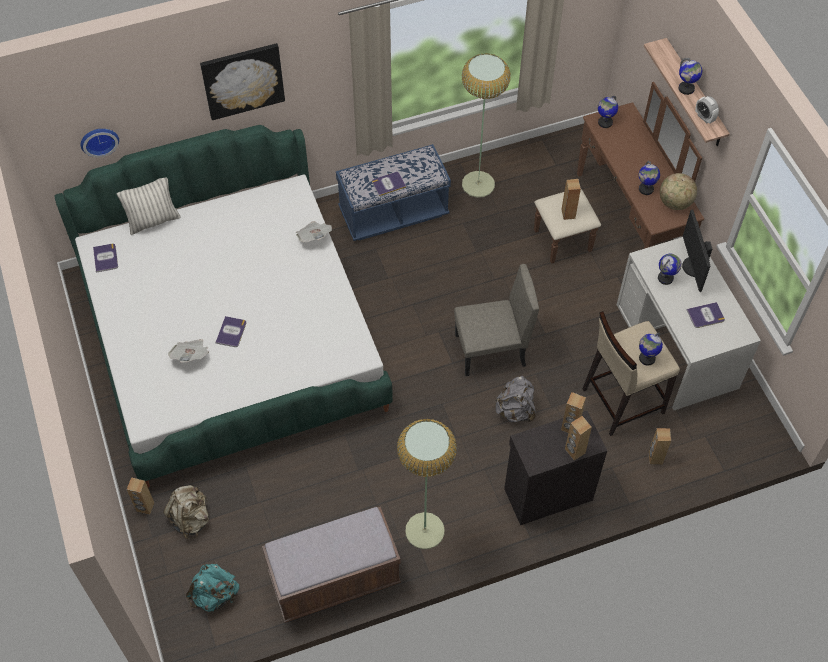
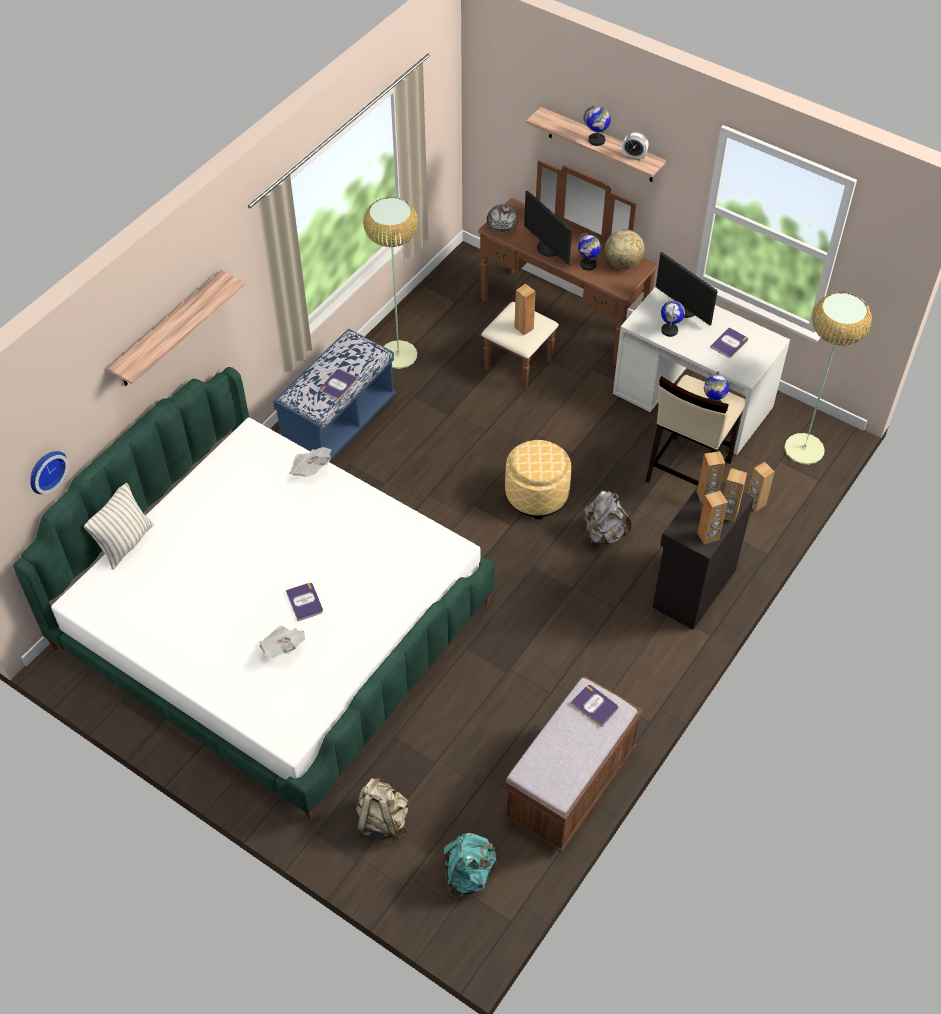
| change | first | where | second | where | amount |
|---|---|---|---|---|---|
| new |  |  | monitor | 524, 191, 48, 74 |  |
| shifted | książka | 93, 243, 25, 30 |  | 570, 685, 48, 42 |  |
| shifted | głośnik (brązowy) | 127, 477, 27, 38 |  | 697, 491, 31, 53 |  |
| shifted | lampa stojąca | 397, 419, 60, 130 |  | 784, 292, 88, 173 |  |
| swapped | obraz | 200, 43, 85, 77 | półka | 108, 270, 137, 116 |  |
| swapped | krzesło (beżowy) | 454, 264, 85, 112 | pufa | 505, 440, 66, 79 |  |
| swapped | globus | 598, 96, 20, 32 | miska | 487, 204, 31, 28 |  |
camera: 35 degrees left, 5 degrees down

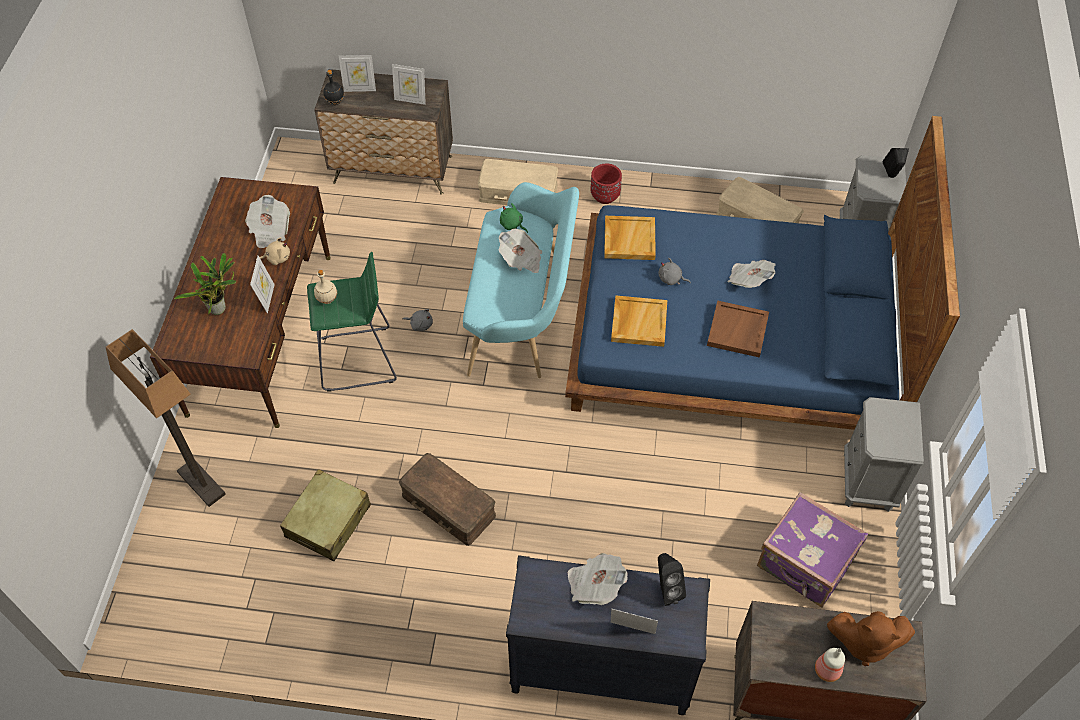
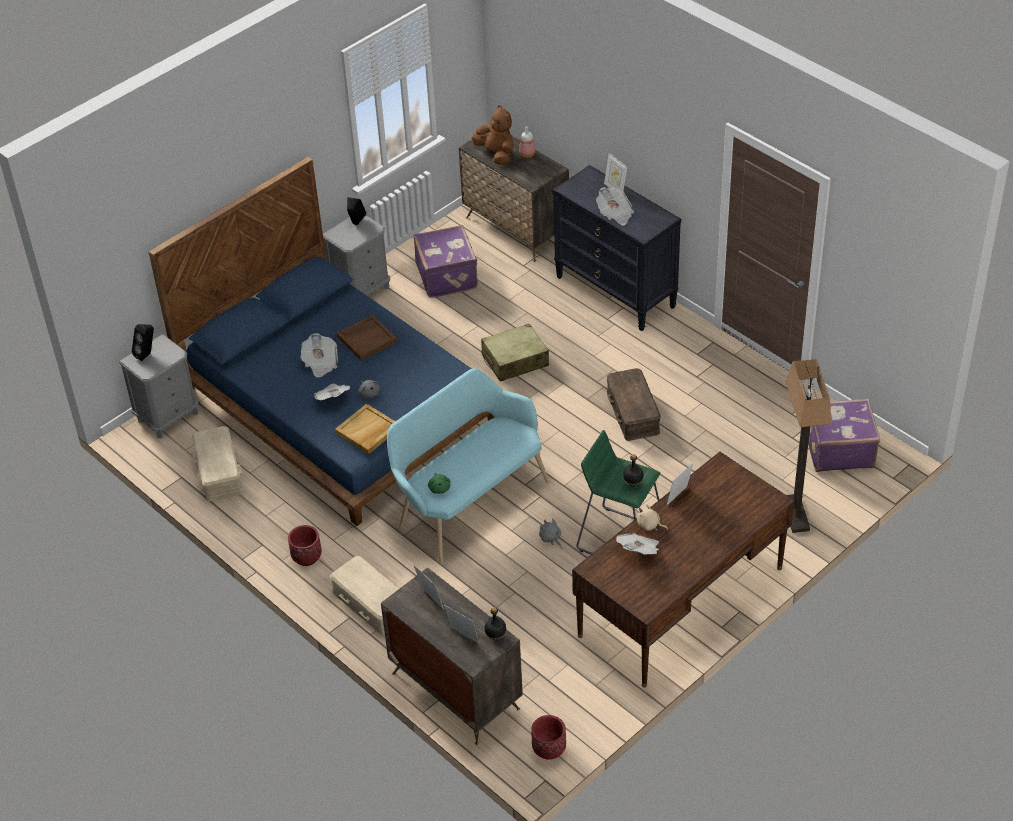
| change | first | where | second | where | amount |
|---|---|---|---|---|---|
| gone | roślina doniczkowa | 174, 253, 62, 62 |  |  |  |
| gone | taca (beżowy) | 611, 295, 56, 52 |  |  |  |
| new |  |  | donica (czerwony) | 531, 715, 35, 45 |  |
| new |  |  | walizka (fioletowy) | 808, 398, 72, 74 |  |
| shifted | walizka (beżowy) | 280, 469, 91, 92 |  | 481, 324, 68, 58 |  |
| shifted | gazeta | 499, 229, 43, 44 |  | 314, 383, 36, 17 |  |
| shifted | głośnik (czarny) | 658, 553, 28, 53 |  | 347, 197, 19, 28 |  |
| repainted | butelka (beżowy) | 314, 270, 23, 34 | butelka (czarny) | 623, 454, 21, 33 |  |
camera: 140 degrees left, 10 degrees down

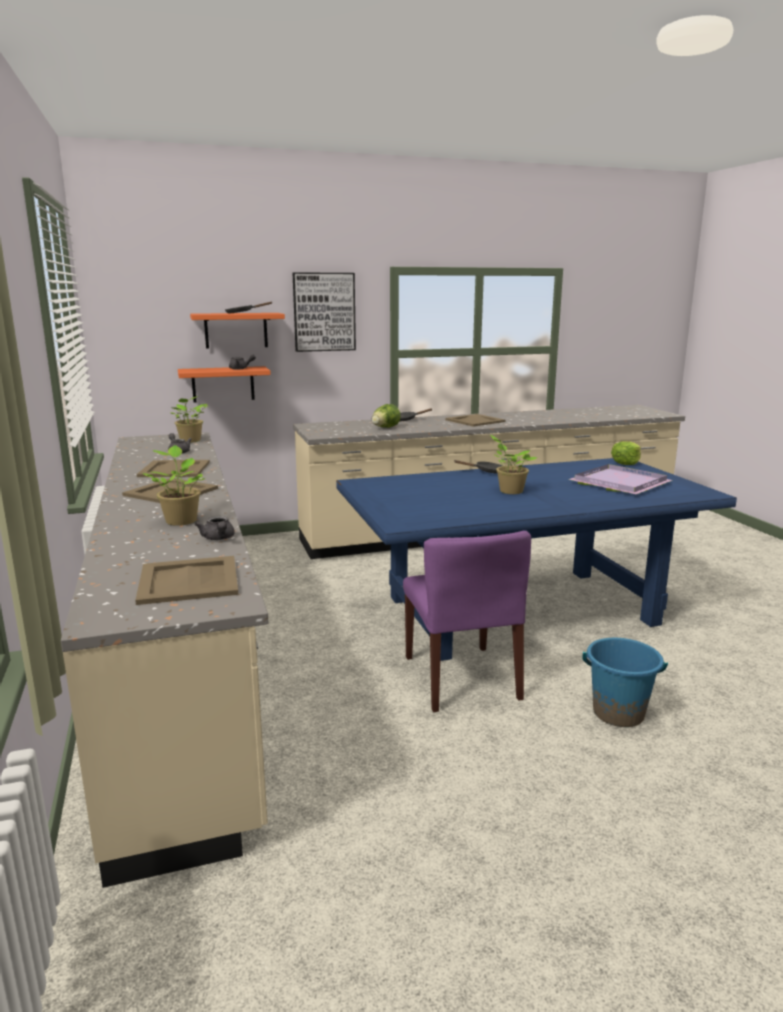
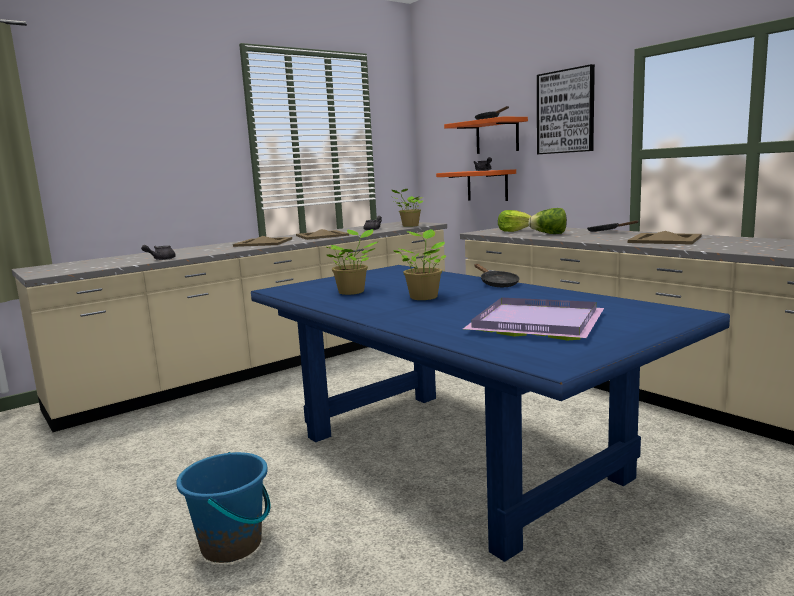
| change | first | where | second | where | amount |
|---|---|---|---|---|---|
| gone | taca (beżowy) | 135, 556, 103, 49 |  |  |  |
| gone | krzesło (fioletowy) | 403, 531, 128, 181 |  |  |  |
| shifted | roślina doniczkowa | 142, 445, 64, 81 |  | 326, 229, 51, 66 |  |
| shifted | sałata | 611, 441, 30, 24 |  | 498, 210, 33, 22 |  |
camera: 70 degrees right, 5 degrees down

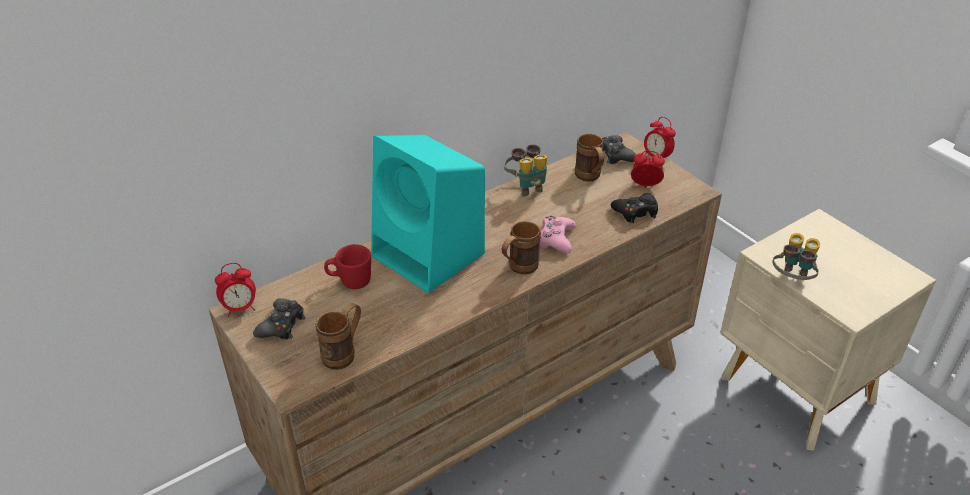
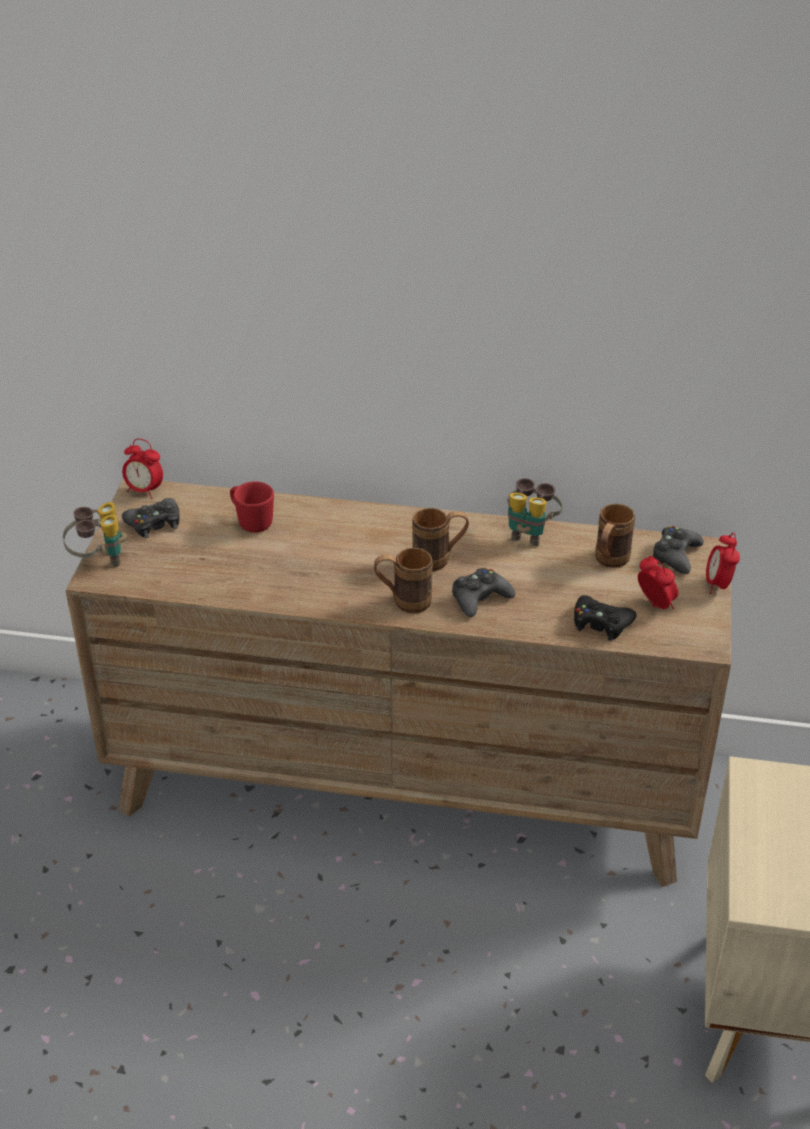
| change | first | where | second | where | amount |
|---|---|---|---|---|---|
| gone | głośnik (turkusowy) | 371, 135, 114, 158 |  |  |  |
| shifted | kubek (brązowy) | 315, 303, 46, 67 |  | 412, 508, 57, 64 |  |
| shifted | lornetka | 772, 233, 48, 47 |  | 63, 502, 65, 65 |  |
| repainted | pad do gier (różowy) | 540, 216, 36, 37 | pad do gier (czarny) | 452, 567, 63, 50 |  |
camera: 45 degrees right, 0 degrees up

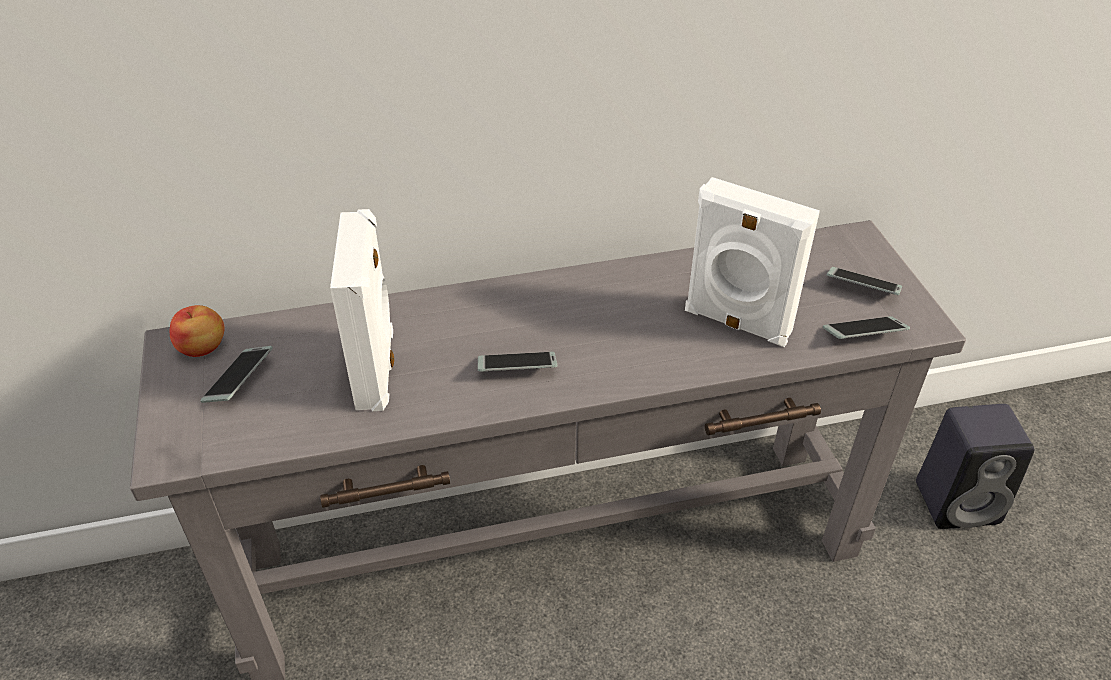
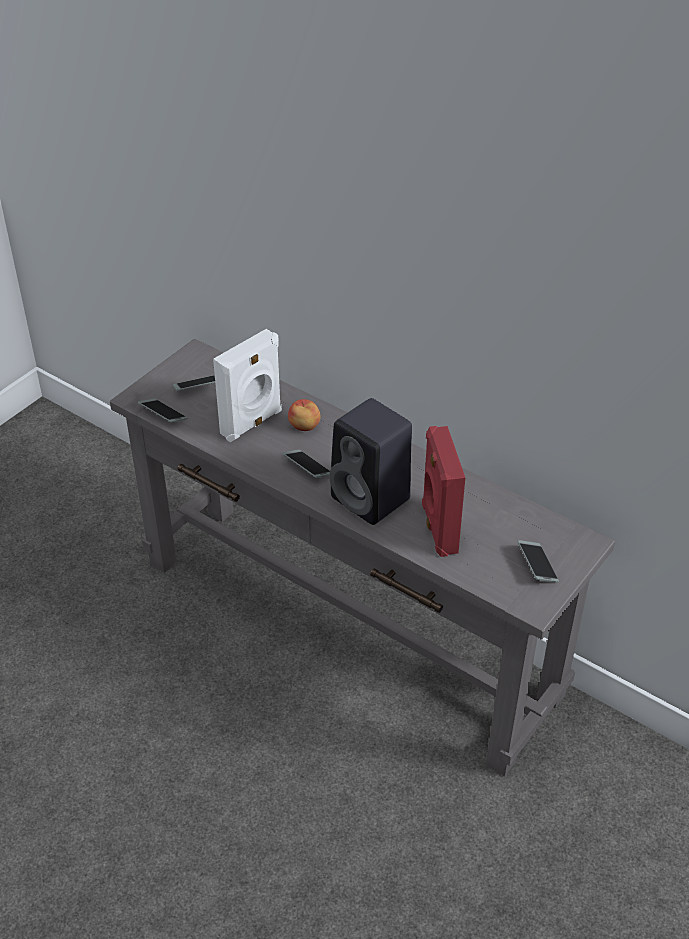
| change | first | where | second | where | amount |
|---|---|---|---|---|---|
| shifted | jabłko | 170, 305, 55, 52 |  | 288, 399, 33, 32 |  |
| shifted | telefon | 823, 316, 87, 23 |  | 138, 399, 49, 23 |  |
| shifted | głośnik (czarny) | 916, 404, 119, 125 |  | 329, 398, 83, 127 |  |
| repainted | głośnik (biały) | 685, 177, 135, 170 | głośnik (czerwony) | 422, 426, 43, 131 |  |
camera: 50 degrees right, 0 degrees up

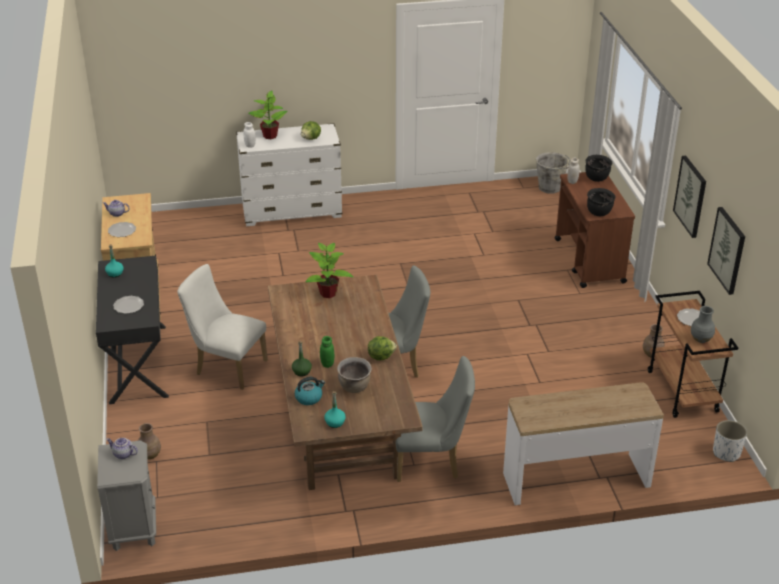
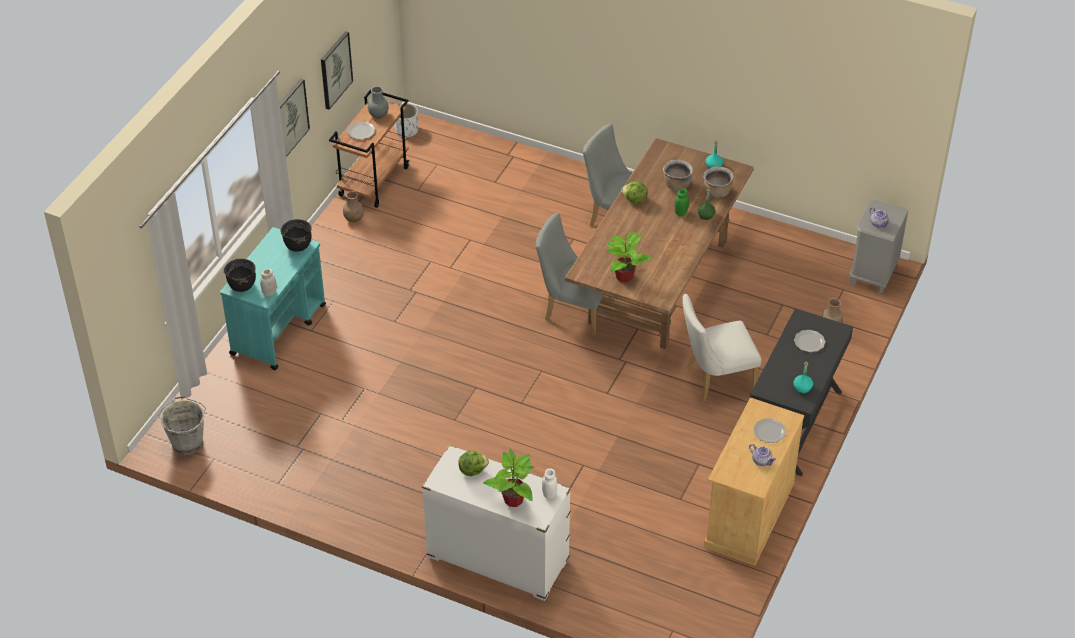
| change | first | where | second | where | amount |
|---|---|---|---|---|---|
| gone | stolik konsolowy | 503, 382, 161, 123 |  |  |  |
| swapped | czajnik | 295, 377, 30, 28 | garnek (brązowy) | 704, 167, 30, 31 |  |
| repainted | wózek (brązowy) | 555, 172, 80, 116 | wózek (turkusowy) | 220, 227, 106, 143 |  |
| rotated | krzesło (biały) | 177, 264, 91, 126 |  | 682, 294, 80, 108 | 105 degrees clockwise |
camera: 145 degrees left, 10 degrees up

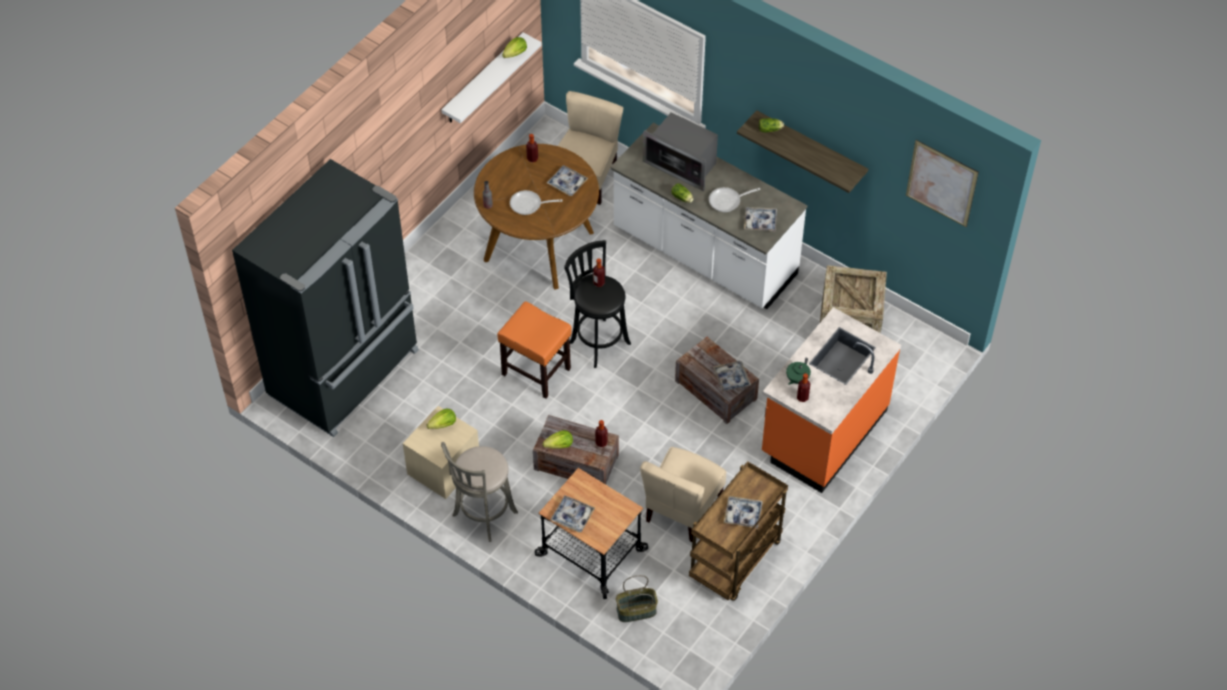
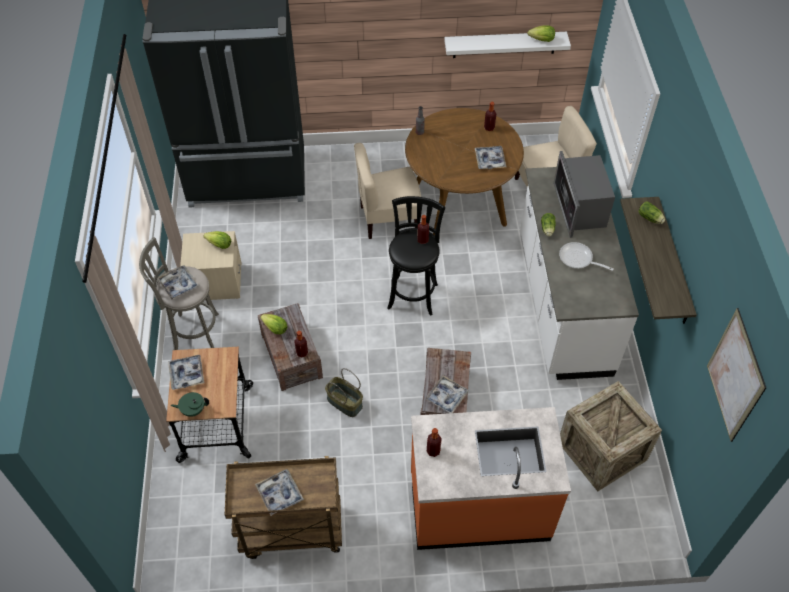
| change | first | where | second | where | amount |
|---|---|---|---|---|---|
| gone | stołek (pomarańczowy) | 497, 301, 75, 98 |  |  |  |
| gone | patelnia | 510, 190, 53, 25 |  |  |  |
| shifted | koszyk | 616, 575, 42, 47 |  | 325, 368, 38, 49 |  |
| shifted | krzesło (beżowy) | 640, 447, 86, 95 |  | 354, 143, 67, 96 |  |
| shifted | taca | 744, 207, 33, 25 |  | 157, 265, 42, 35 |  |
| shifted | imbryk (zielony) | 786, 357, 25, 28 |  | 171, 392, 38, 25 |  |
camera: 50 degrees right, 0 degrees up

